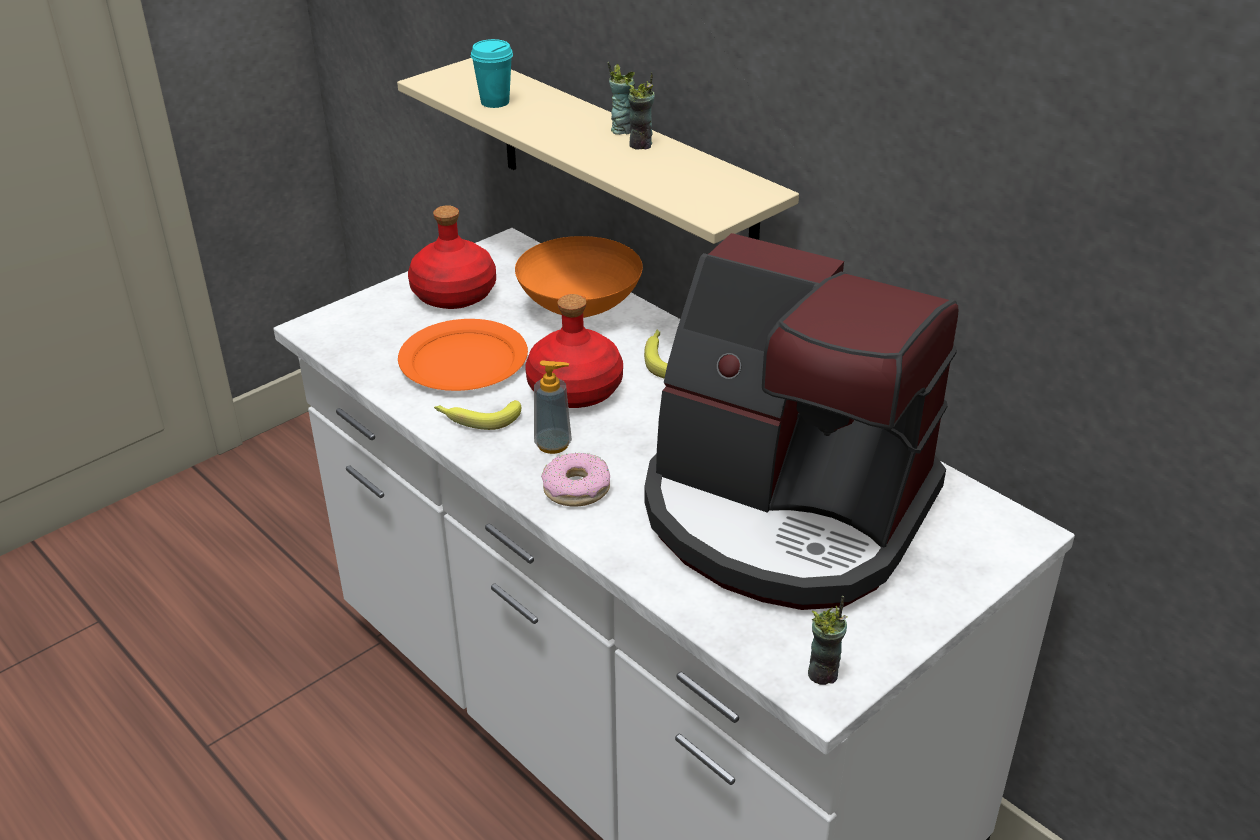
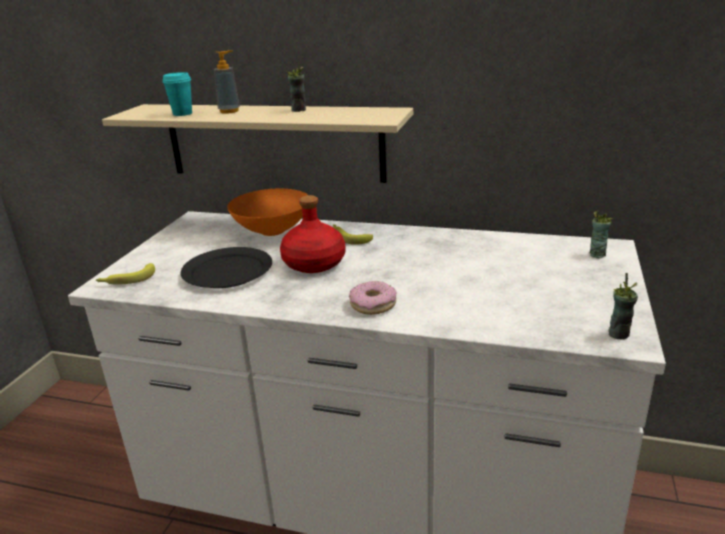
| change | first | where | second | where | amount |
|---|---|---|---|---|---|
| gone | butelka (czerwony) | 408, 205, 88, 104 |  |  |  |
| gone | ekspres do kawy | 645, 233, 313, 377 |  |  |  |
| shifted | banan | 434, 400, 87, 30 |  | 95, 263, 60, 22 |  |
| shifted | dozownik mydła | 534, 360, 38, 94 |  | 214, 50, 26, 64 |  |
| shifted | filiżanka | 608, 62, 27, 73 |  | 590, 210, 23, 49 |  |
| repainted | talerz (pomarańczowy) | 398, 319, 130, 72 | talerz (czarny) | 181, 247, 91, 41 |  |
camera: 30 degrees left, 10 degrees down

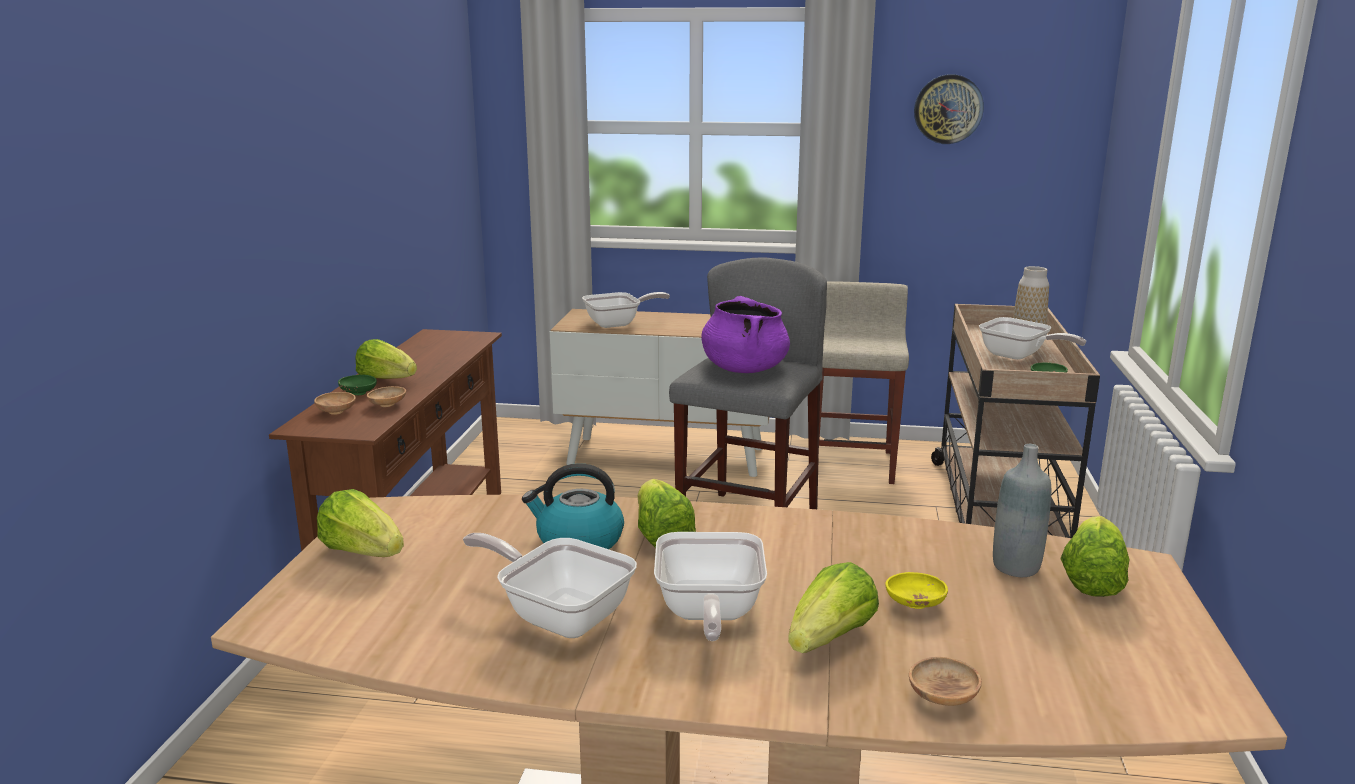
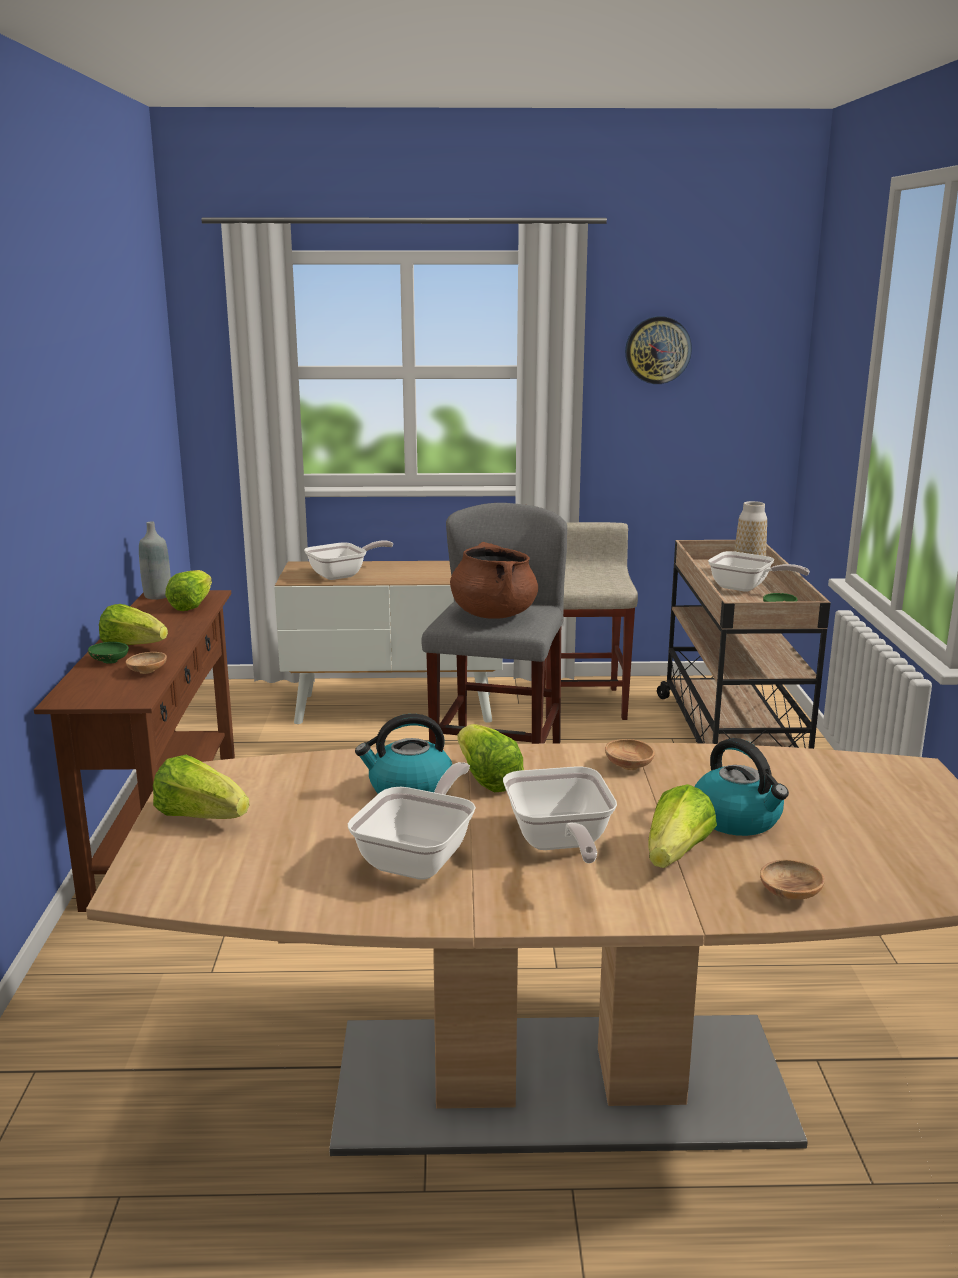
| change | first | where | second | where | amount |
|---|---|---|---|---|---|
| shifted | miska (brązowy) | 314, 392, 42, 23 |  | 605, 739, 50, 31 |  |
| shifted | butelka (szary) | 993, 444, 58, 133 |  | 139, 521, 32, 79 |  |
| shifted | sałata | 1060, 516, 69, 81 |  | 165, 570, 47, 41 |  |
| swapped | miska (żółty) | 885, 572, 63, 37 | czajnik | 695, 738, 94, 98 |  |
| repainted | garnek (fioletowy) | 701, 296, 89, 77 | garnek (brązowy) | 450, 542, 88, 77 |  |
| rotated | patelnia | 463, 533, 174, 105 |  | 348, 762, 128, 118 | 90 degrees clockwise |
camera: 10 degrees left, 0 degrees up

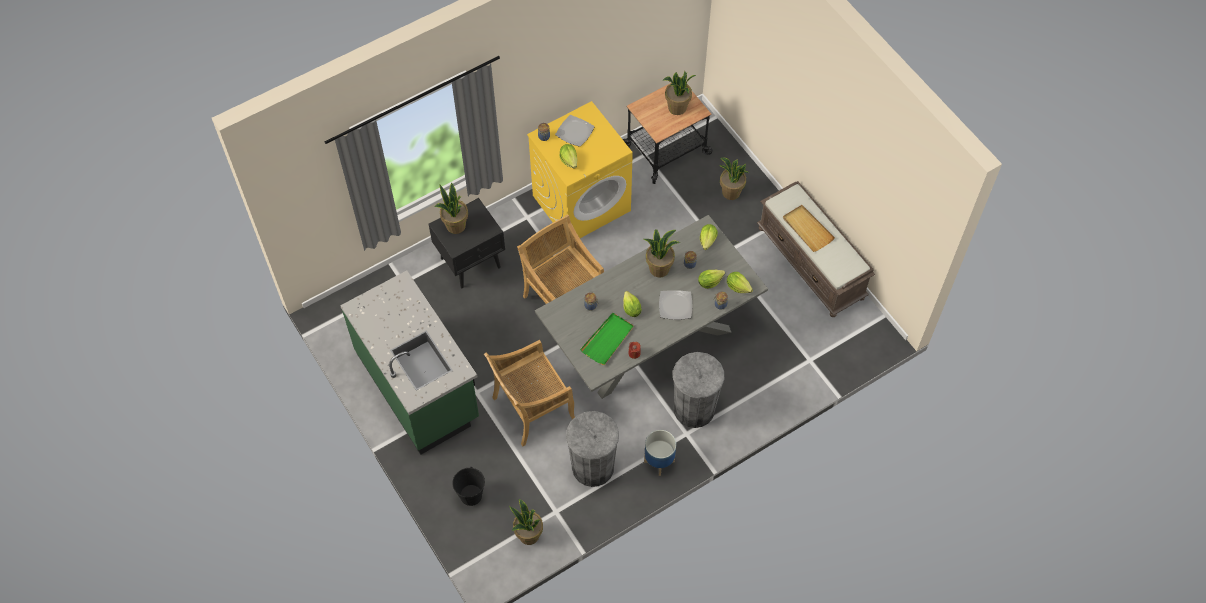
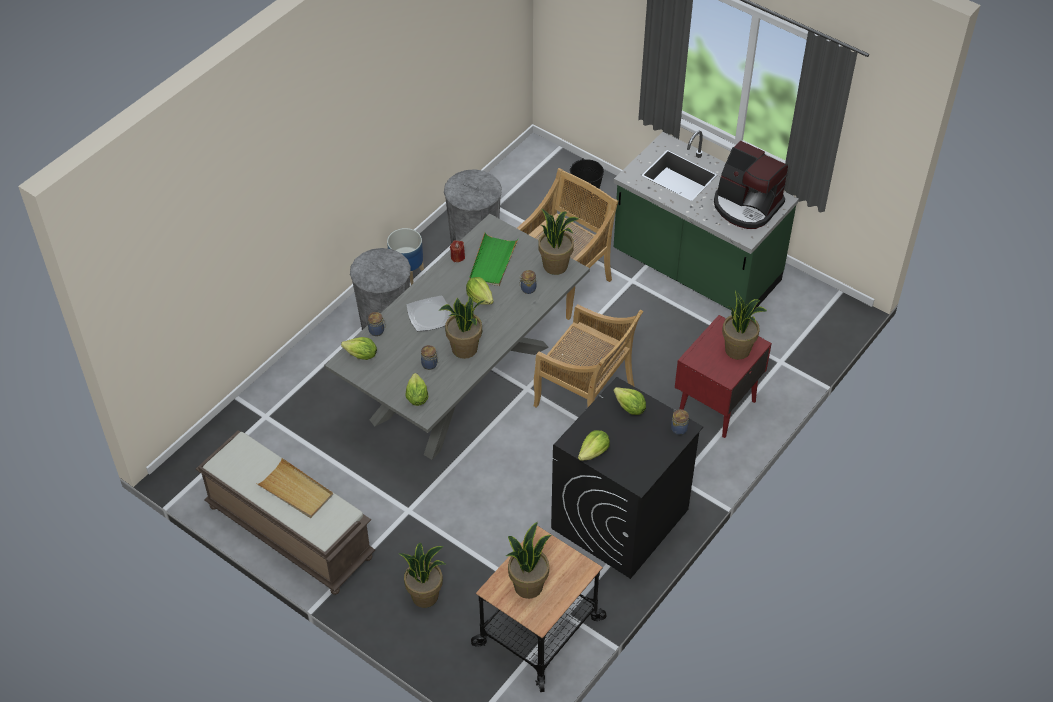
| change | first | where | second | where | amount |
|---|---|---|---|---|---|
| gone | talerz | 555, 115, 39, 32 |  |  |  |
| new |  |  | ekspres do kawy | 714, 141, 74, 88 |  |
| shifted | roślina doniczkowa | 509, 499, 34, 46 |  | 538, 209, 41, 66 |  |
| shifted | sałata | 698, 270, 27, 19 |  | 578, 430, 32, 31 |  |
| repainted | szafka nocna (czarny) | 429, 198, 76, 90 | szafka nocna (czerwony) | 675, 315, 97, 123 |  |
| repainted | pralka (żółty) | 527, 101, 106, 137 | pralka (czarny) | 551, 377, 152, 202 |  |
camera: 160 degrees right, 10 degrees down

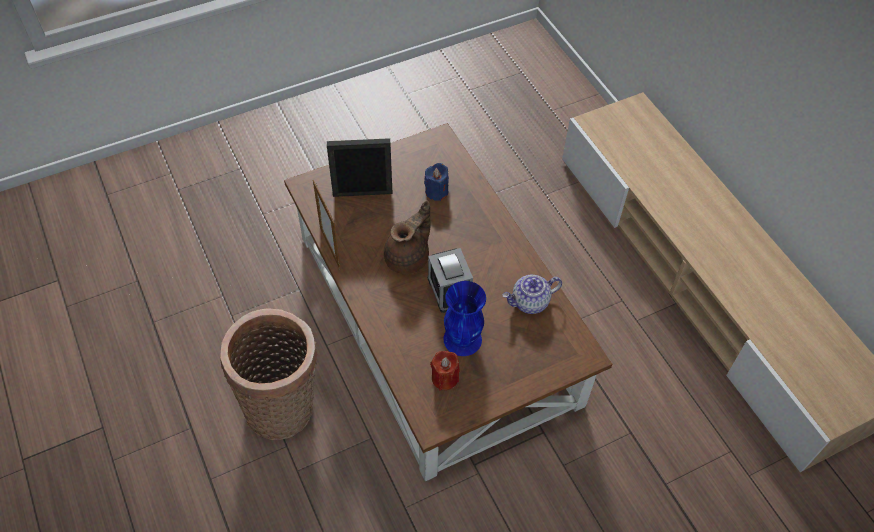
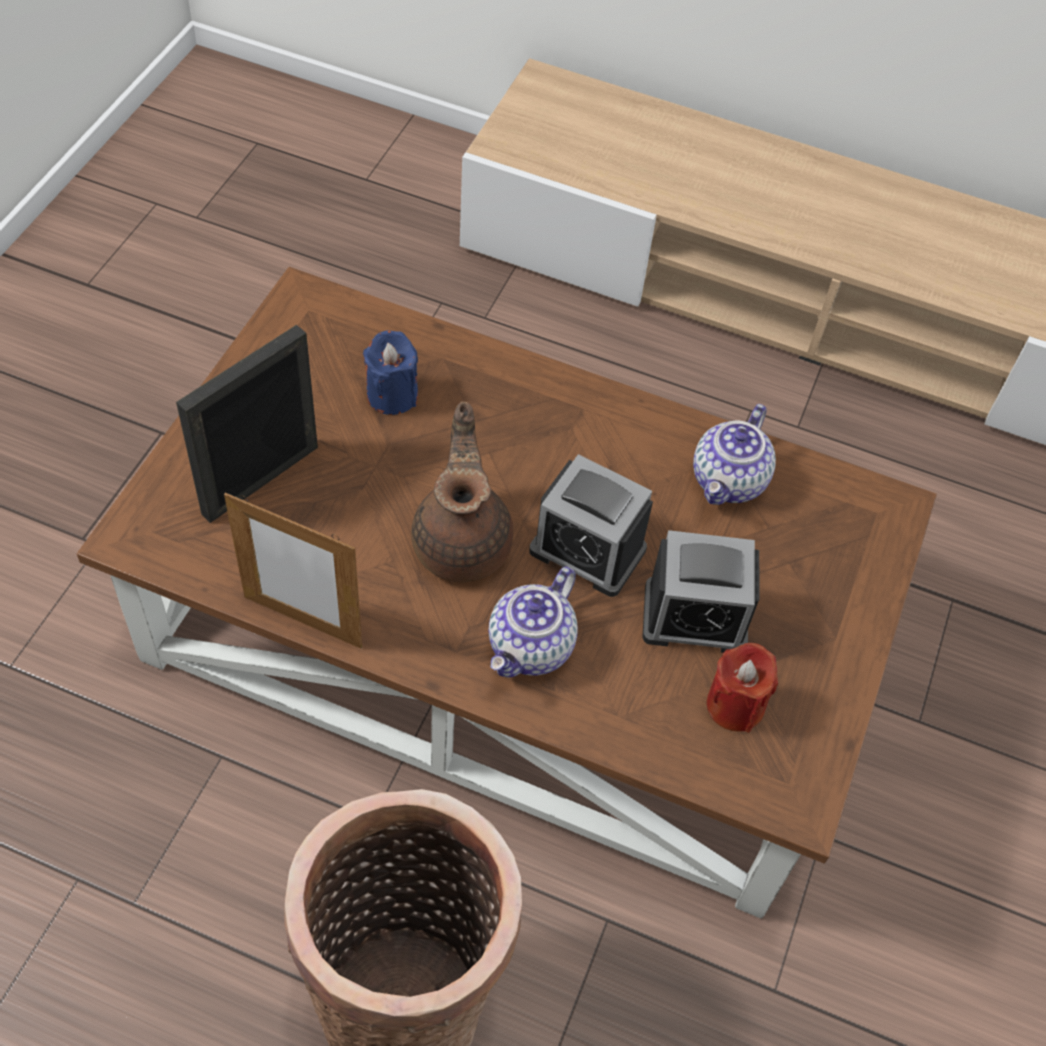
| change | first | where | second | where | amount |
|---|---|---|---|---|---|
| new |  |  | imbryk | 488, 566, 90, 112 |  |
| swapped | wazon (niebieski) | 444, 281, 42, 75 | budzik | 642, 530, 117, 123 |  |
camera: 45 degrees left, 0 degrees up

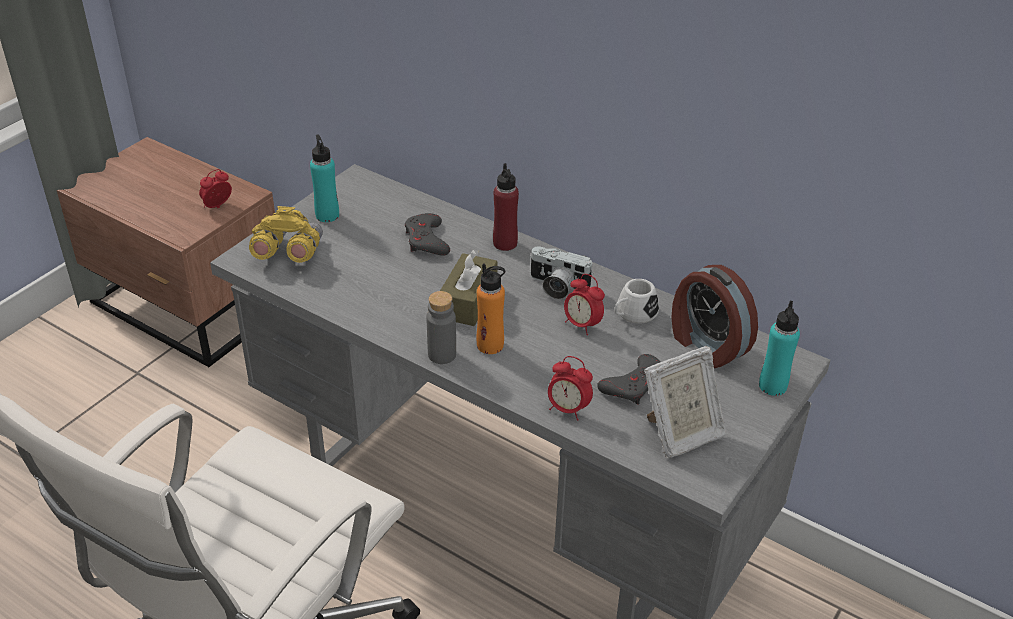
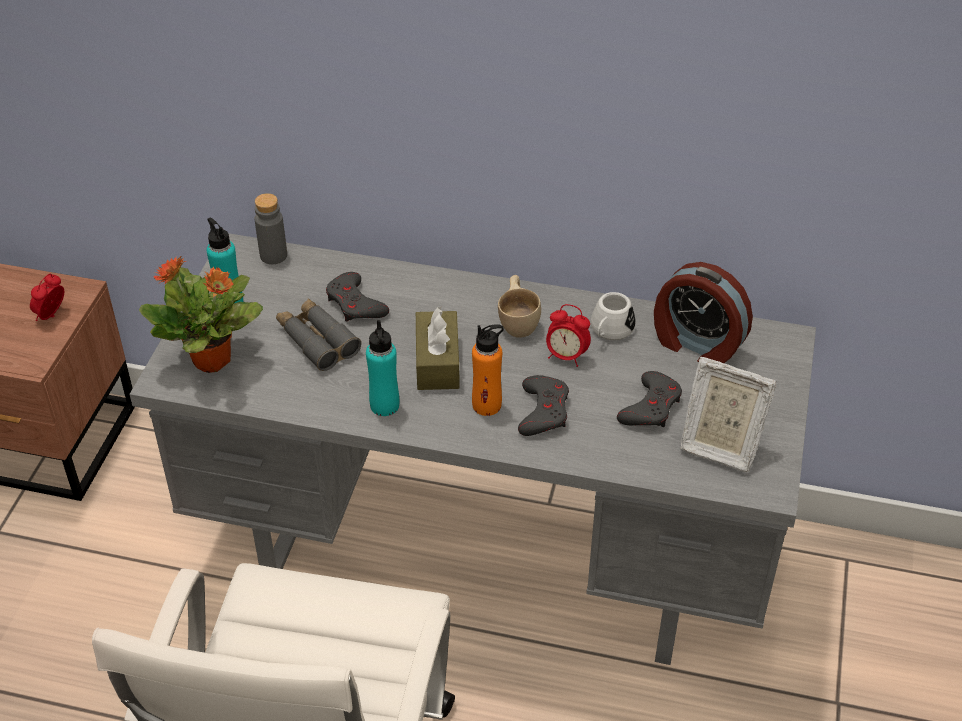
| change | first | where | second | where | amount |
|---|---|---|---|---|---|
| gone | butelka (czerwony) | 493, 163, 26, 88 |  |  |  |
| gone | budzik | 548, 356, 45, 65 |  |  |  |
| new |  |  | lornetka (szary) | 276, 298, 85, 73 |  |
| new |  |  | pad do gier (szary) | 518, 375, 51, 61 |  |
| shifted | butelka (szary) | 427, 291, 29, 73 |  | 255, 193, 32, 71 |  |
| shifted | butelka (turkusowy) | 759, 301, 41, 95 |  | 366, 320, 33, 96 |  |
| swapped | lornetka (żółty) | 249, 206, 74, 57 | roślina doniczkowa | 139, 256, 124, 117 |  |
| swapped | aparat fotograficzny | 529, 246, 65, 53 | filiżanka (beżowy) | 498, 275, 43, 63 |  |
| rotated | ramka na zdjęcie | 644, 345, 83, 113 |  | 680, 357, 96, 115 | 75 degrees clockwise |
camera: 20 degrees left, 5 degrees up

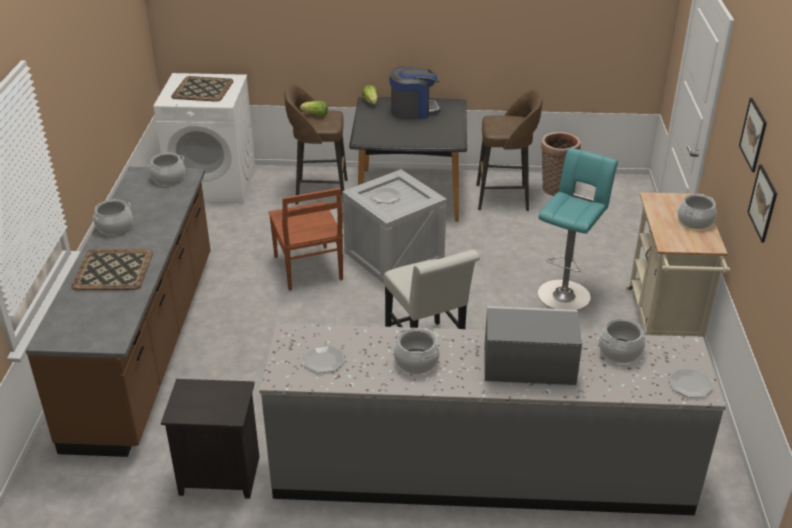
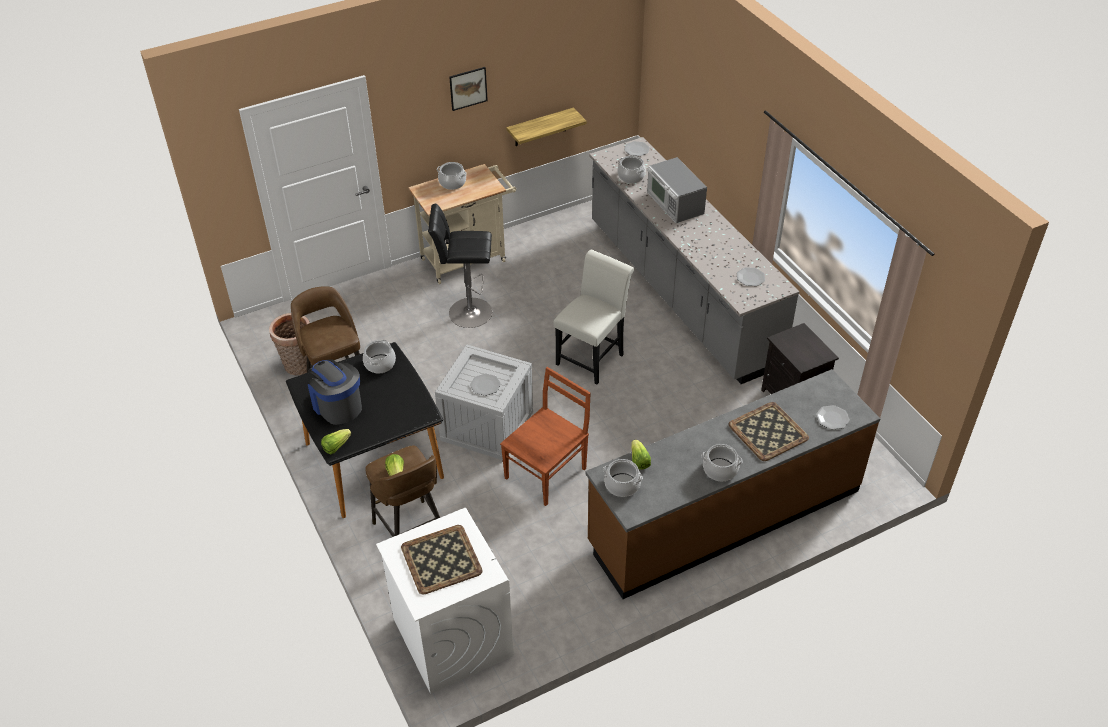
| change | first | where | second | where | amount |
|---|---|---|---|---|---|
| gone | obraz | 747, 164, 30, 79 |  |  |  |
| new |  |  | półka | 506, 107, 81, 39 |  |
| new |  |  | sałata | 631, 440, 20, 30 |  |
| new |  |  | talerz | 816, 405, 34, 25 |  |
| shifted | garnek | 394, 328, 46, 46 |  | 363, 340, 33, 33 |  |
| repainted | stołek (turkusowy) | 538, 148, 80, 162 | stołek (czarny) | 428, 204, 64, 124 |  |
camera: 120 degrees left, 10 degrees up

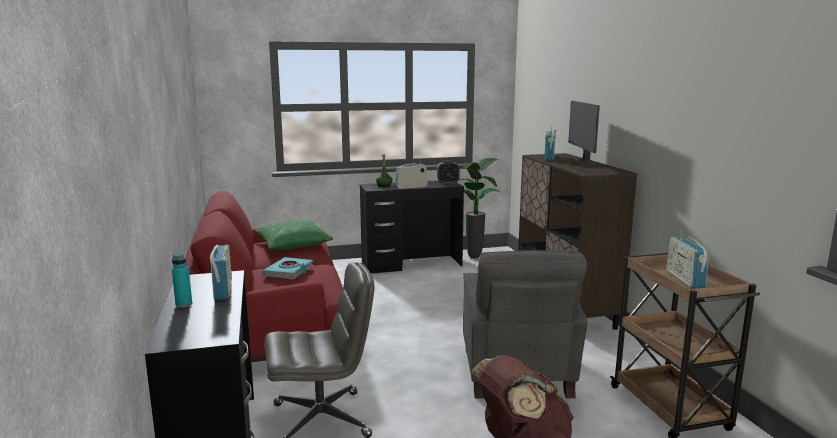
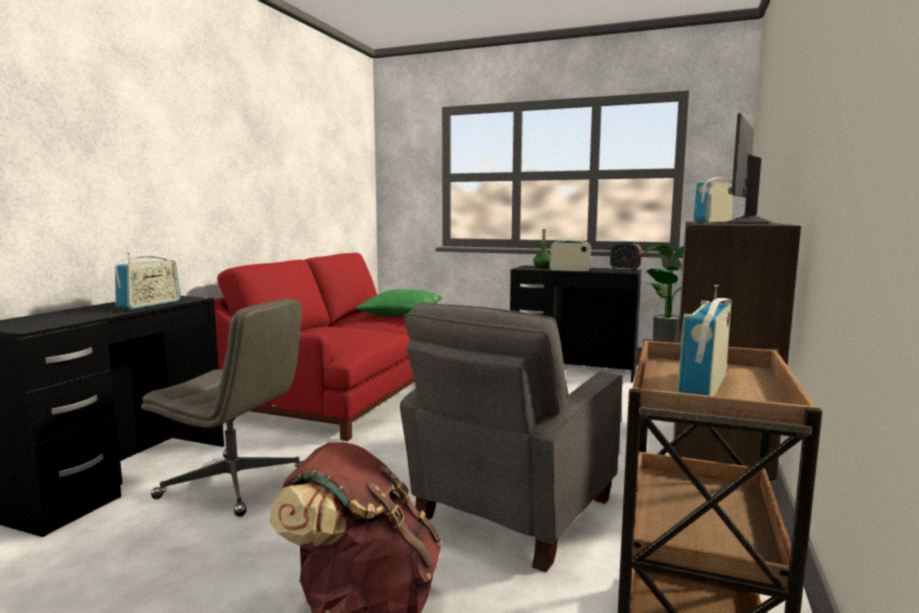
| change | first | where | second | where | amount |
|---|---|---|---|---|---|
| gone | butelka (turkusowy) | 172, 253, 20, 55 |  |  |  |
| gone | książka (turkusowy) | 262, 257, 52, 22 |  |  |  |
camera: 35 degrees right, 5 degrees down

